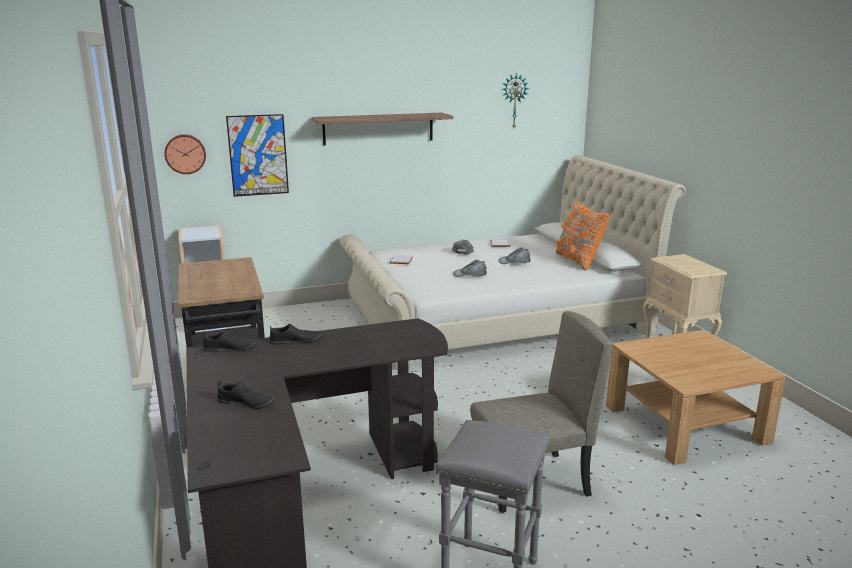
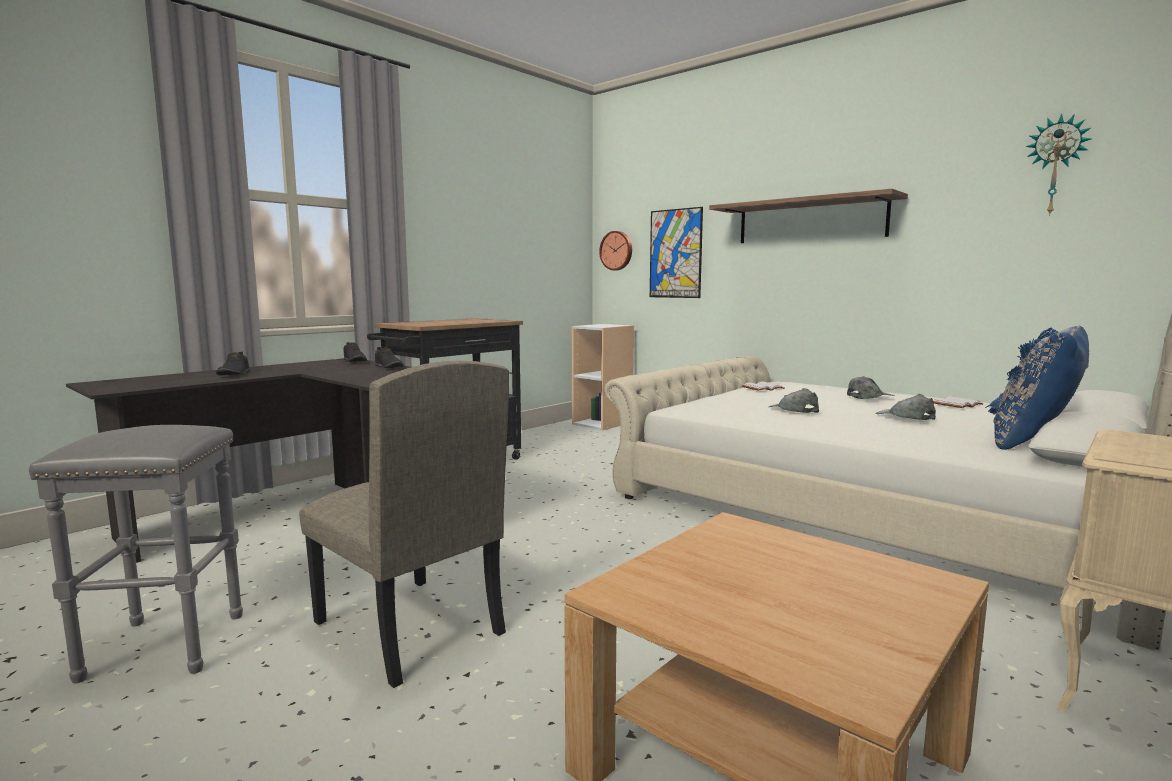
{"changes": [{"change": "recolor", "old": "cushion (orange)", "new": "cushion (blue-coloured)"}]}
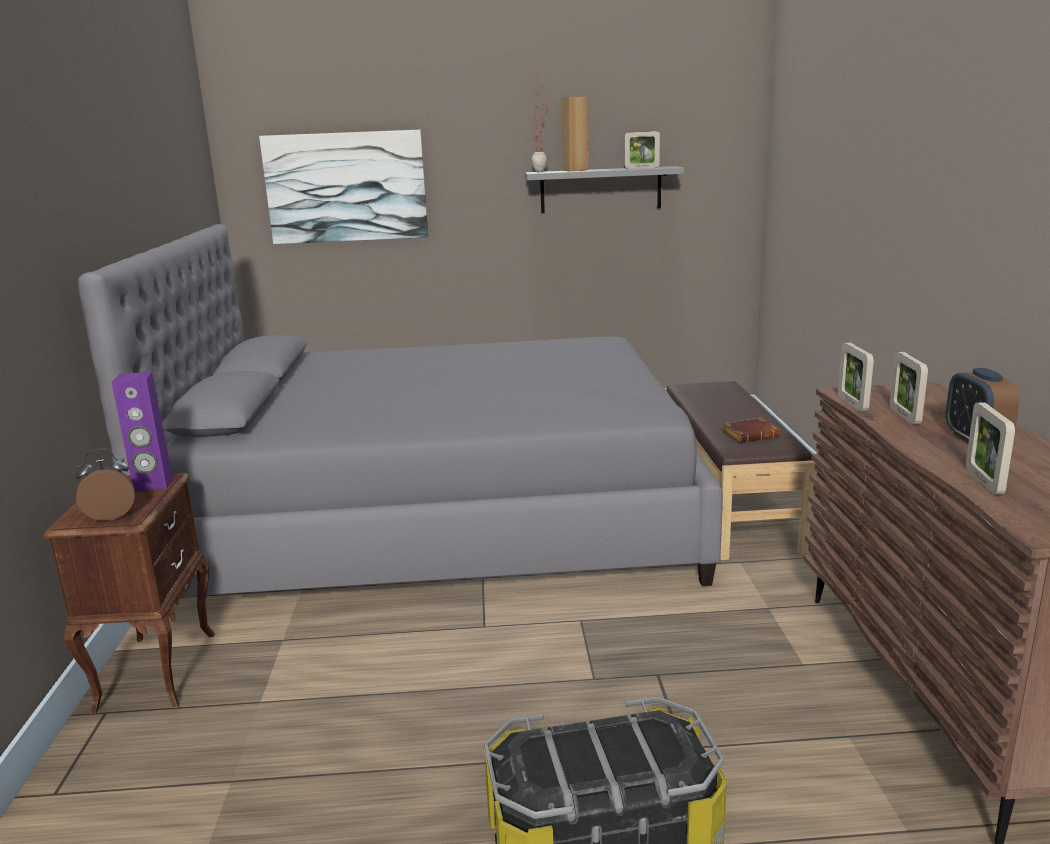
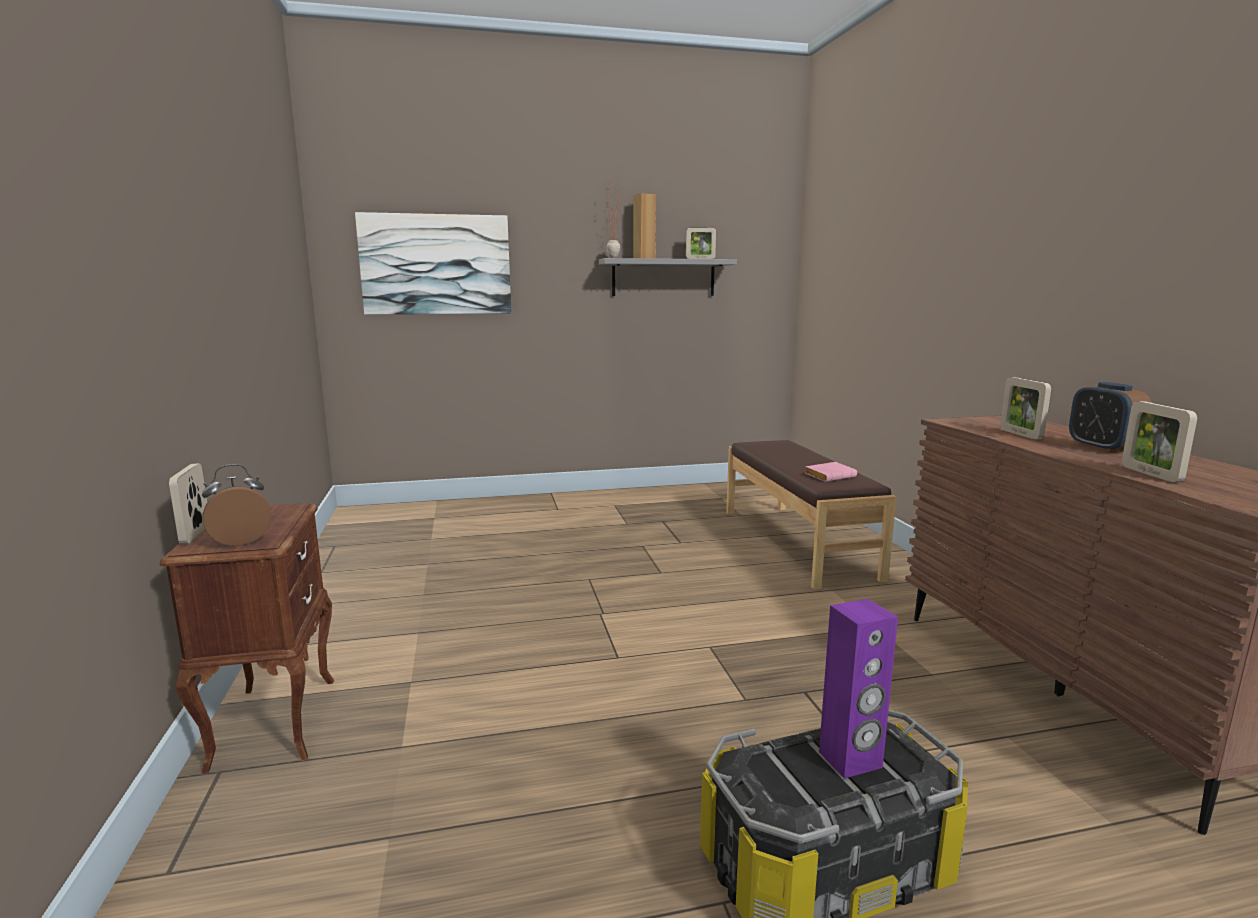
{"changes": [{"change": "delete", "old": "bed (grey)"}, {"change": "move", "old": "photo frame (2nd from left in the first image)", "new": "photo frame (1st from left)"}, {"change": "move", "old": "loudspeaker (purple-coloured)"}, {"change": "recolor", "old": "book (brownish)", "new": "book (pinkish)"}]}
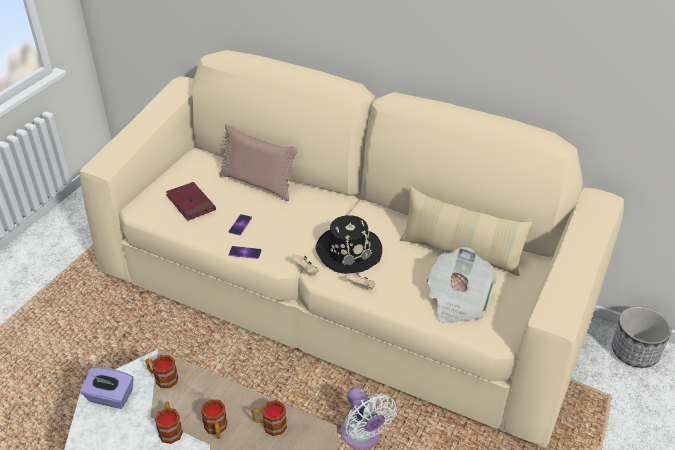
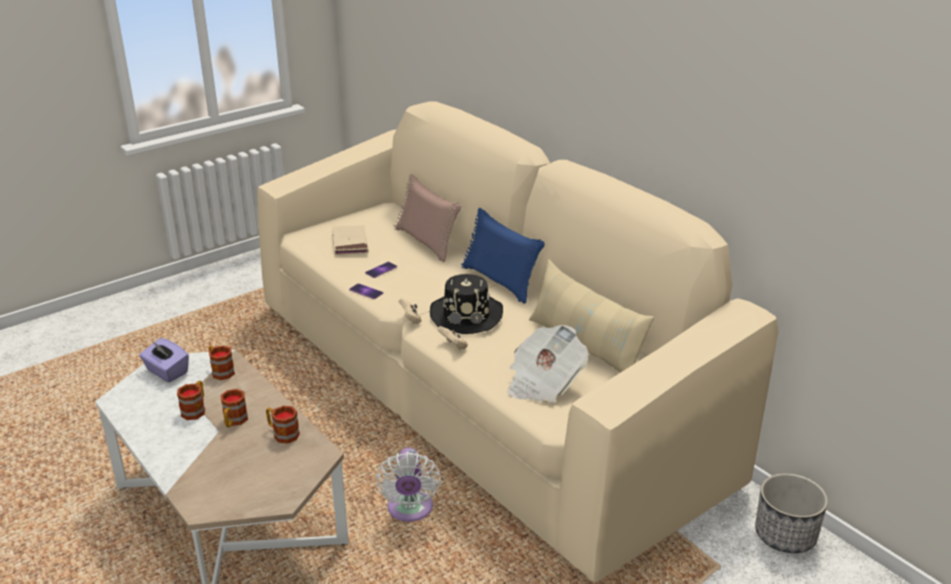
{"changes": [{"change": "recolor", "old": "book (reddish)", "new": "book (beige)"}, {"change": "insert", "new": "cushion (blue-coloured)"}]}
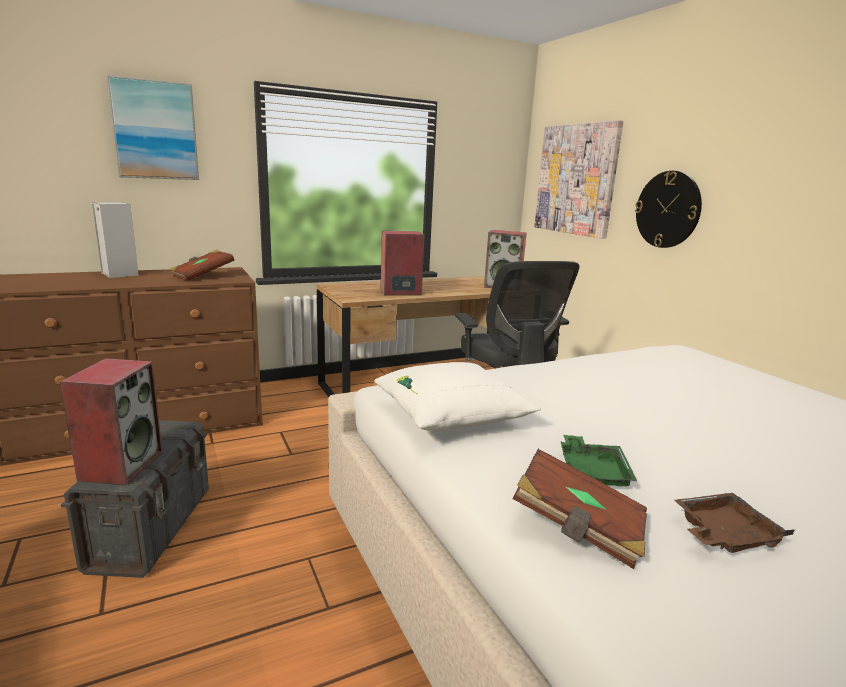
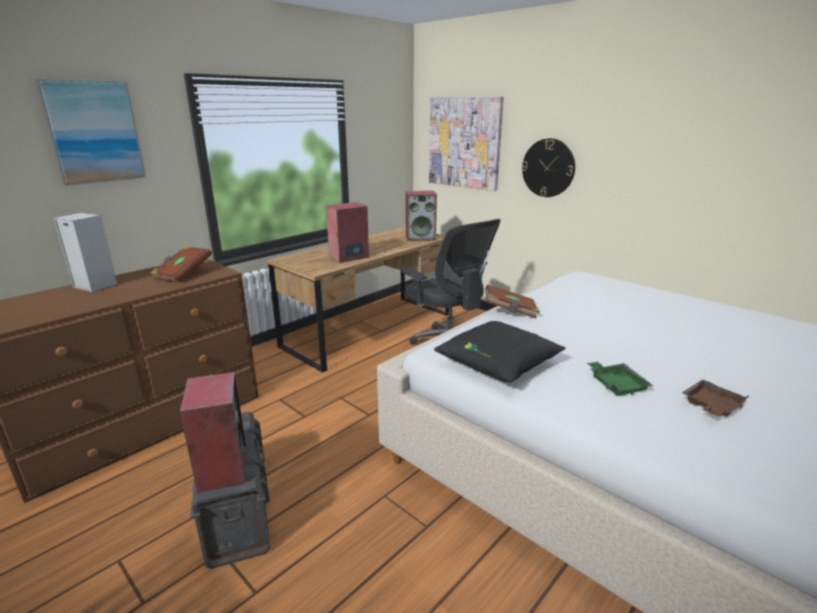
{"changes": [{"change": "recolor", "old": "cushion (white)", "new": "cushion (blackish)"}, {"change": "move", "old": "book (brownish) (2nd from left)"}]}
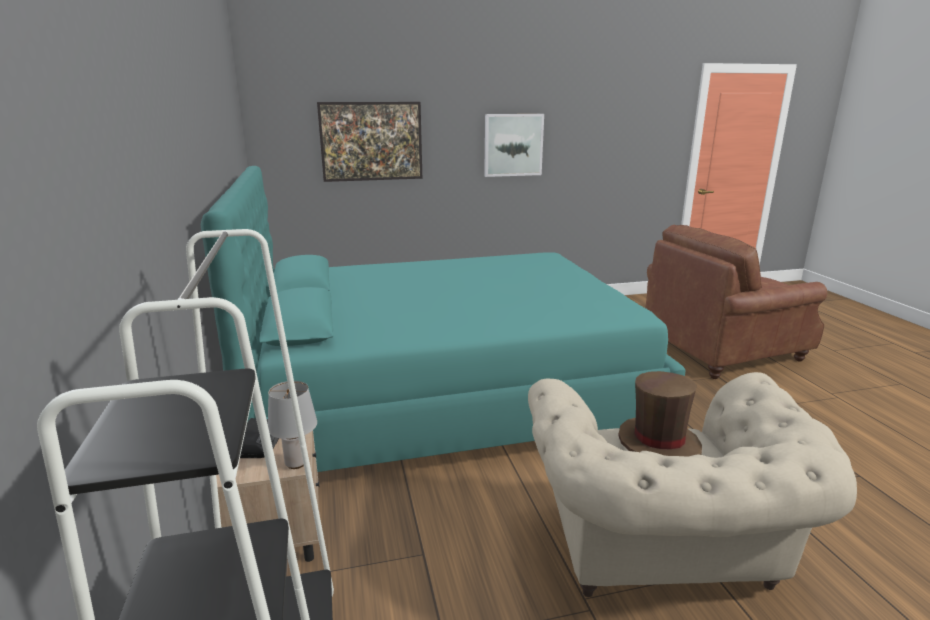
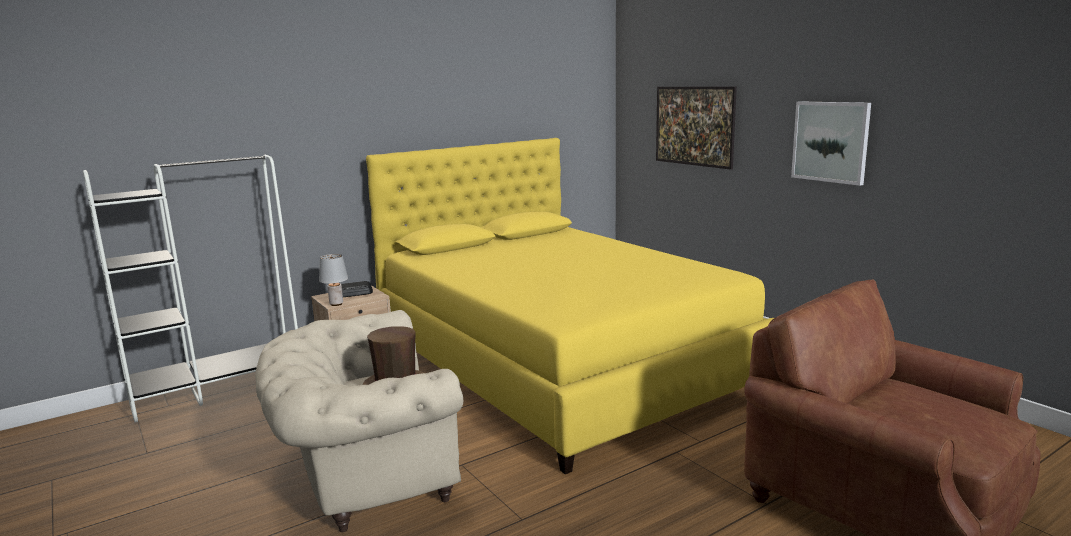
{"changes": [{"change": "recolor", "old": "bed (turquoise-coloured)", "new": "bed (yellow-coloured)"}]}
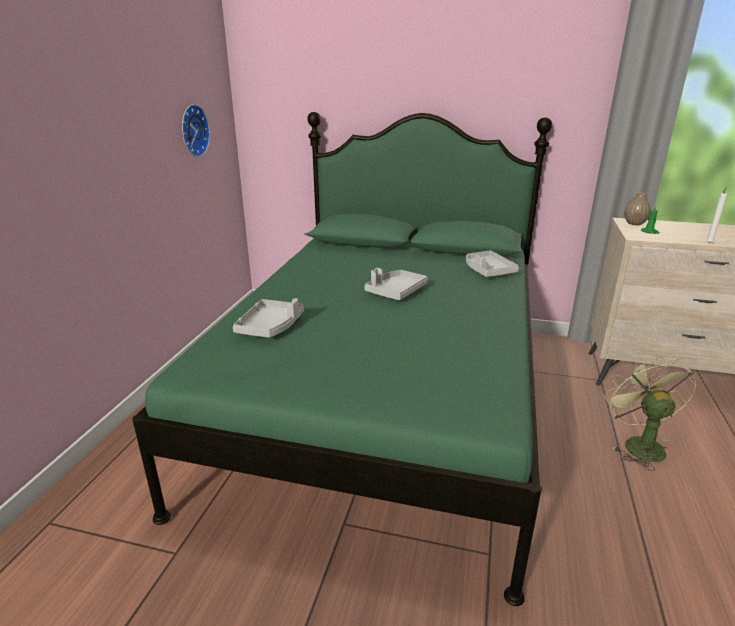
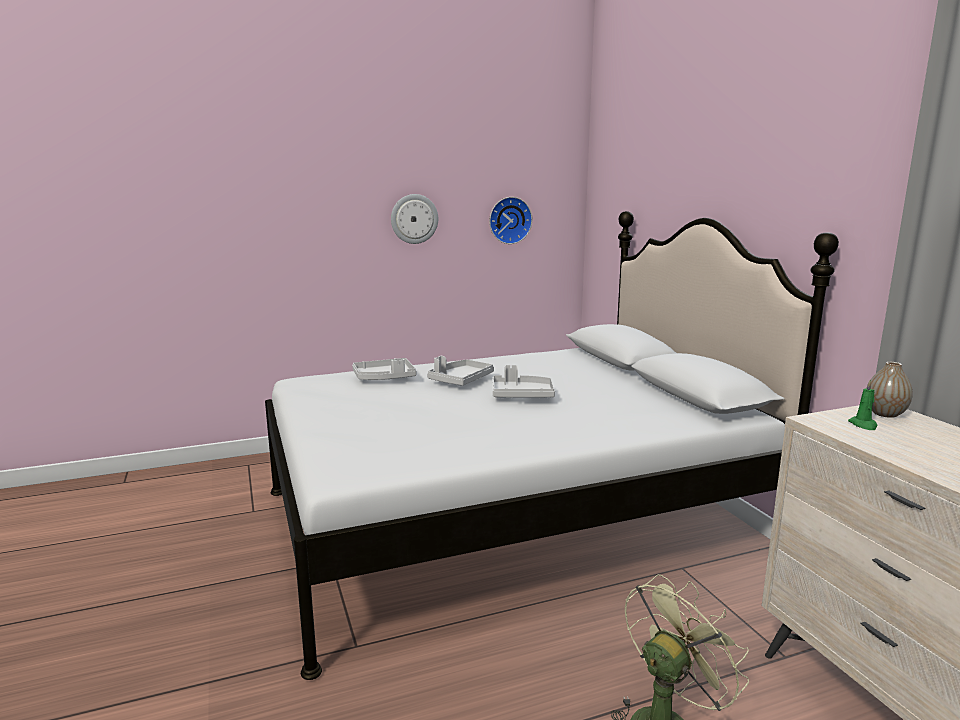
{"changes": [{"change": "recolor", "old": "bed (green)", "new": "bed (white)"}, {"change": "delete", "old": "wax light (white)"}, {"change": "move", "old": "tray (grey) (3rd from left in the first image)", "new": "tray (grey) (2nd from left)"}, {"change": "insert", "new": "wall clock (1st from left)"}]}
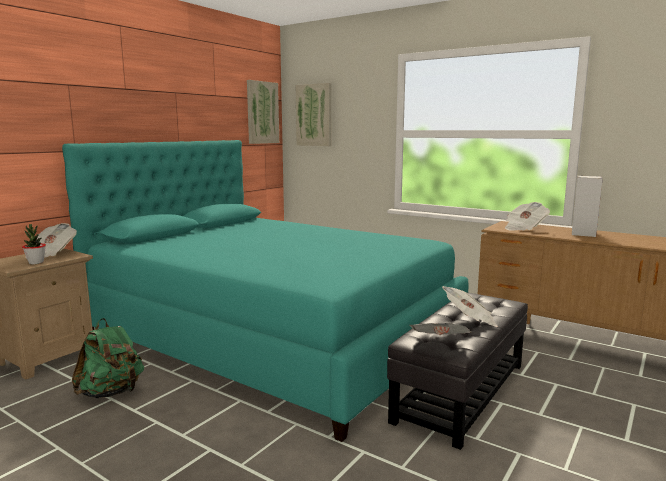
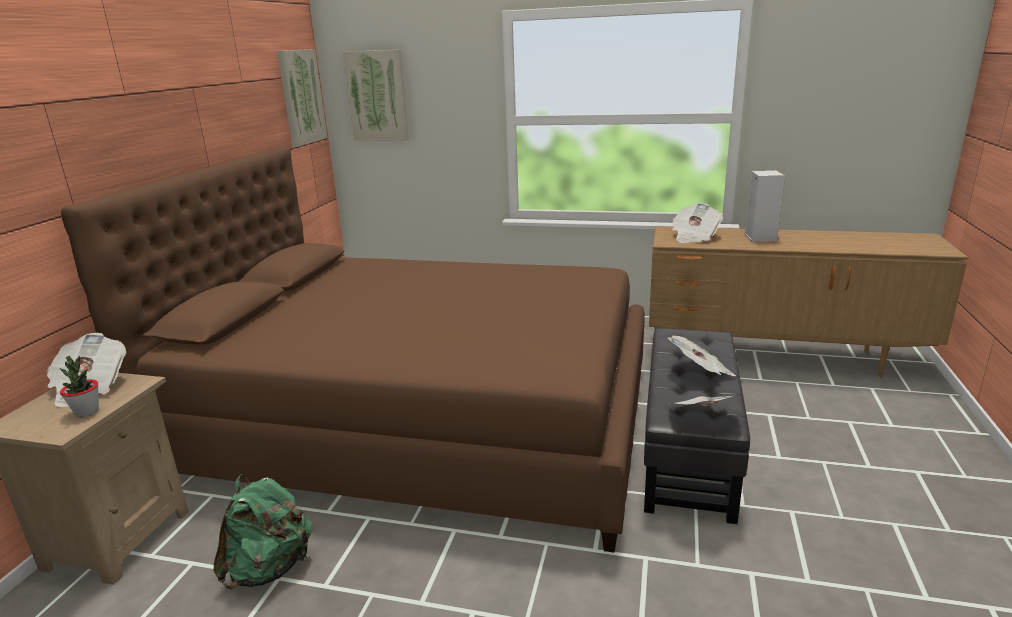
{"changes": [{"change": "recolor", "old": "bed (turquoise-coloured)", "new": "bed (brownish)"}]}
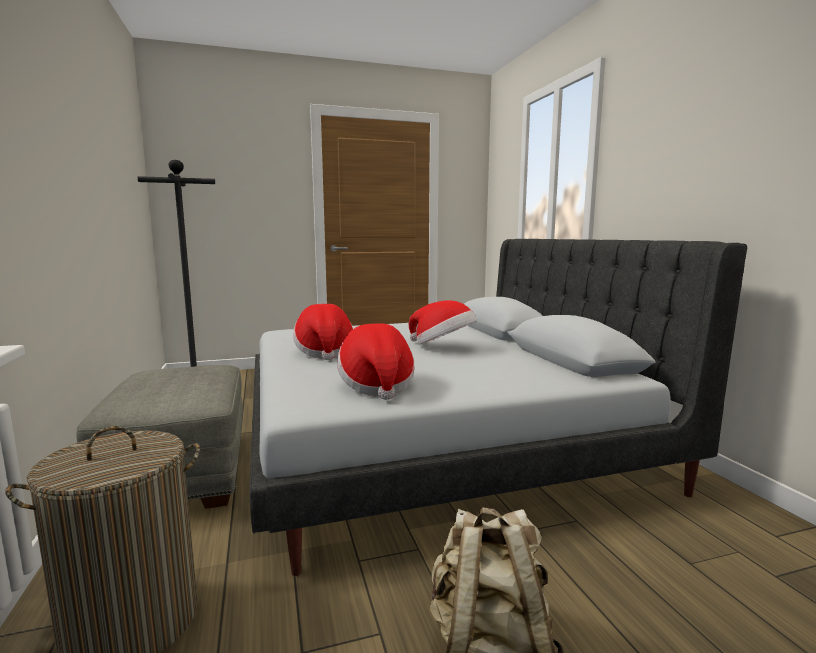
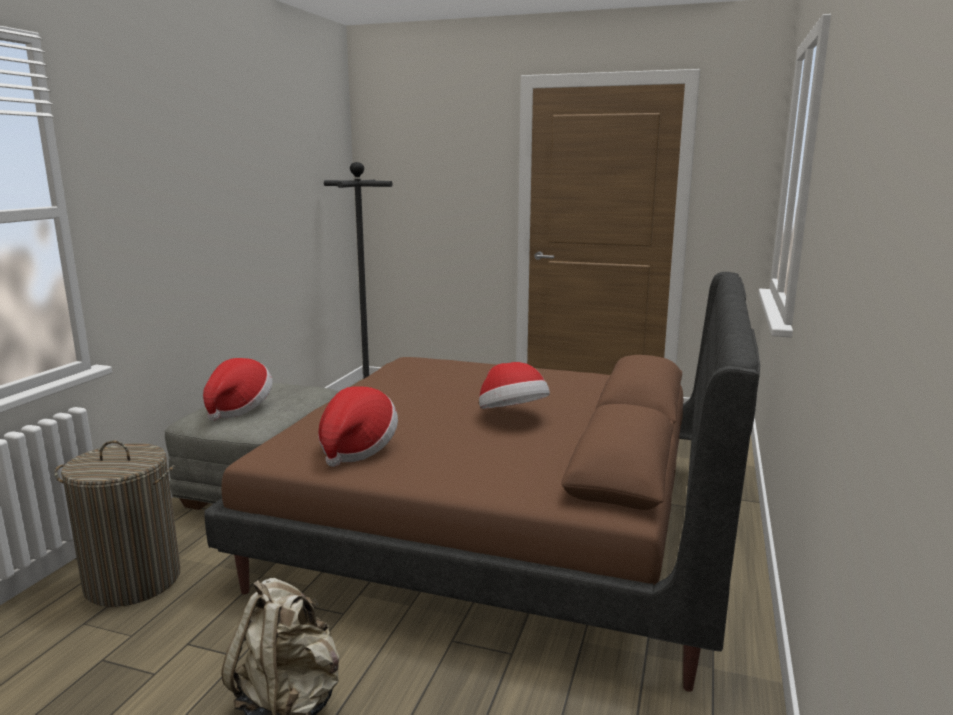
{"changes": [{"change": "recolor", "old": "bed (grey)", "new": "bed (brownish)"}, {"change": "move", "old": "wearable hat (1st from left)"}]}
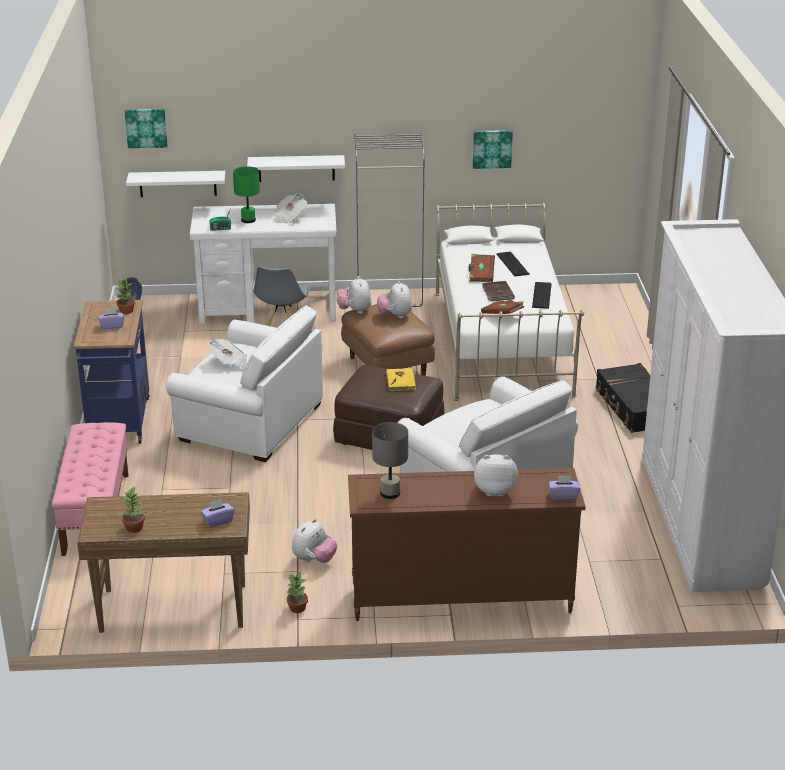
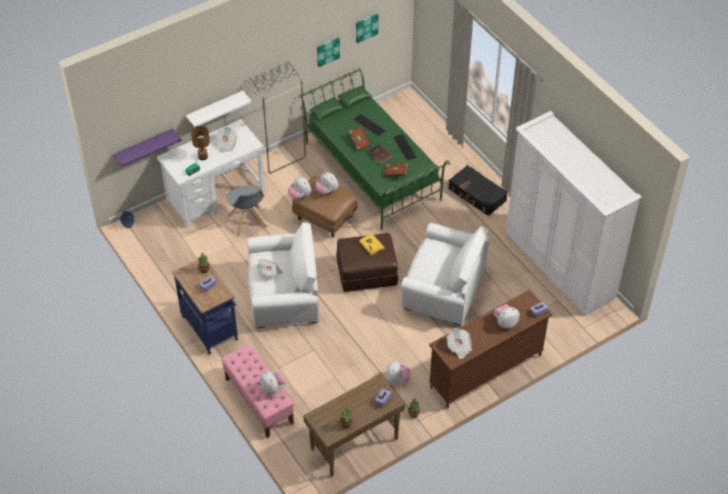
{"changes": [{"change": "move", "old": "wall art (1st from left in the first image)", "new": "wall art (2nd from left)"}, {"change": "recolor", "old": "table lamp (green)", "new": "table lamp (brownish)"}, {"change": "recolor", "old": "shelf (white) (1st from left)", "new": "shelf (purple-coloured)"}, {"change": "recolor", "old": "bed (white)", "new": "bed (green)"}, {"change": "replace", "old": "table lamp (grey)", "new": "newspaper (3rd from left)"}, {"change": "insert", "new": "plush toy (1st from left)"}]}
